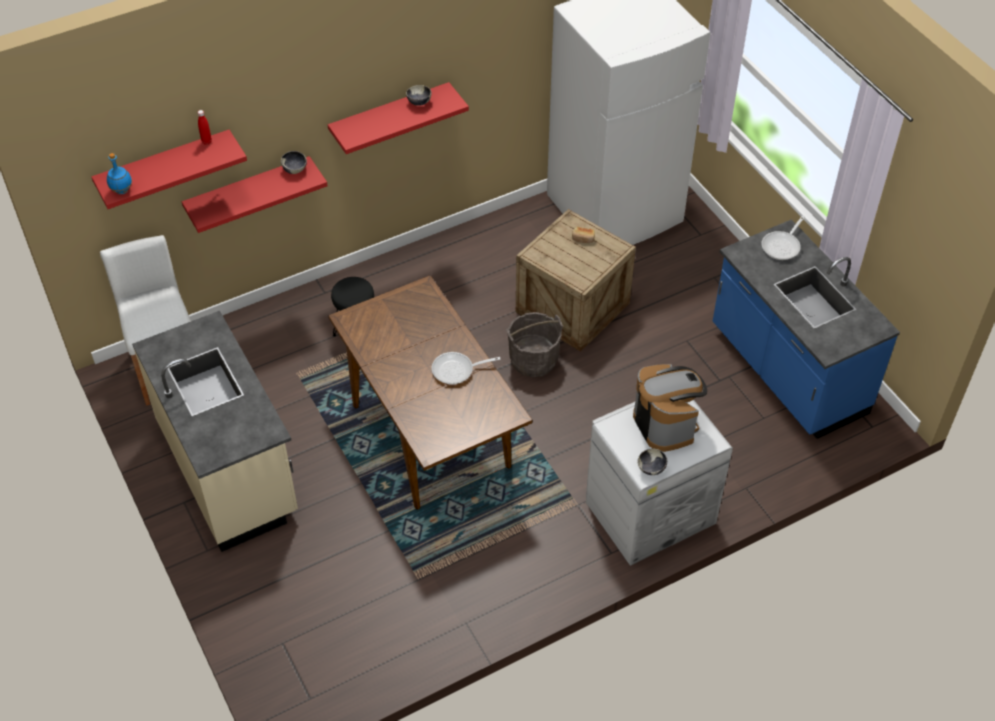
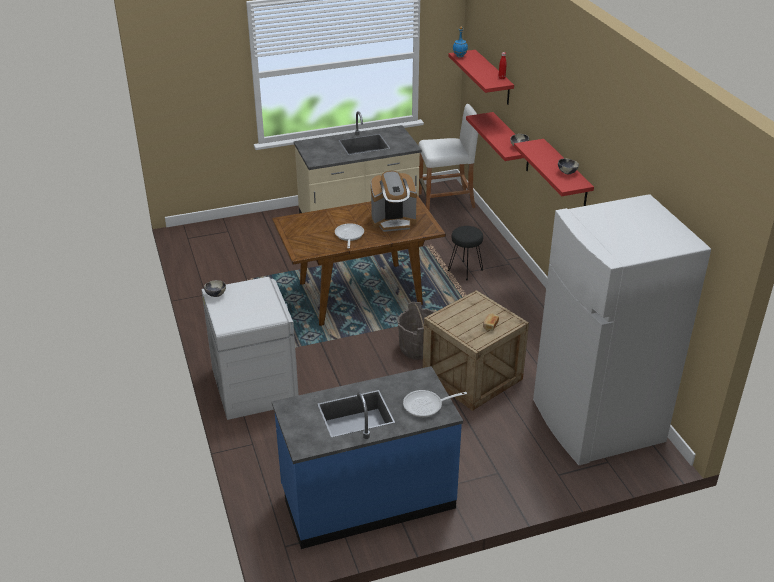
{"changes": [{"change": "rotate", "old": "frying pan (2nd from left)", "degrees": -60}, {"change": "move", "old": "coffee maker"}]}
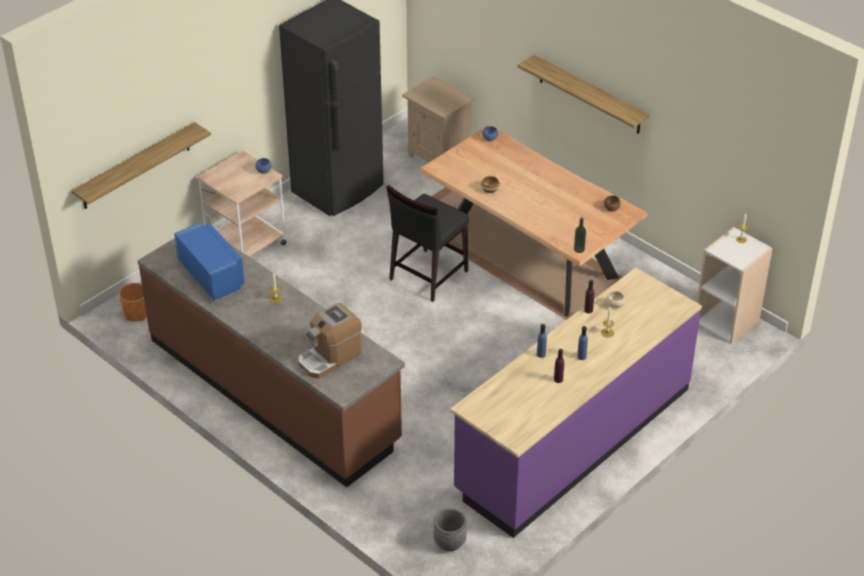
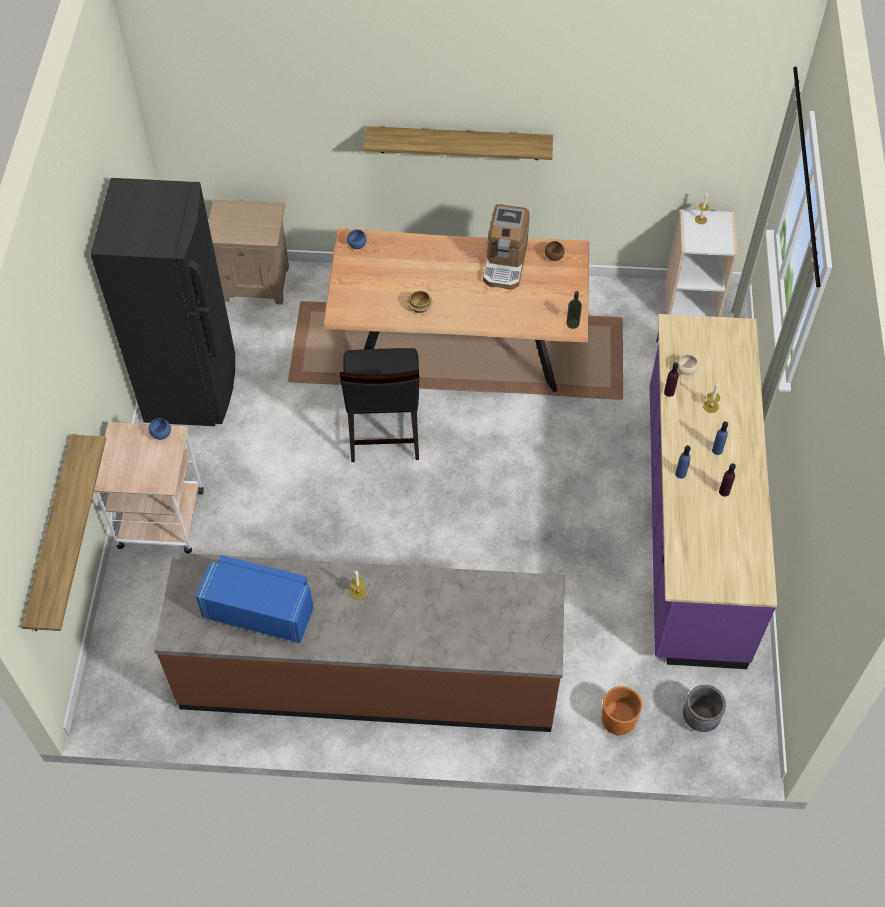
{"changes": [{"change": "move", "old": "plant pot (orange)"}, {"change": "move", "old": "coffee maker"}]}
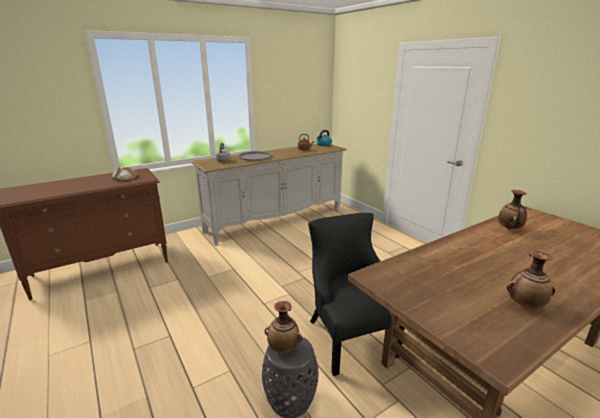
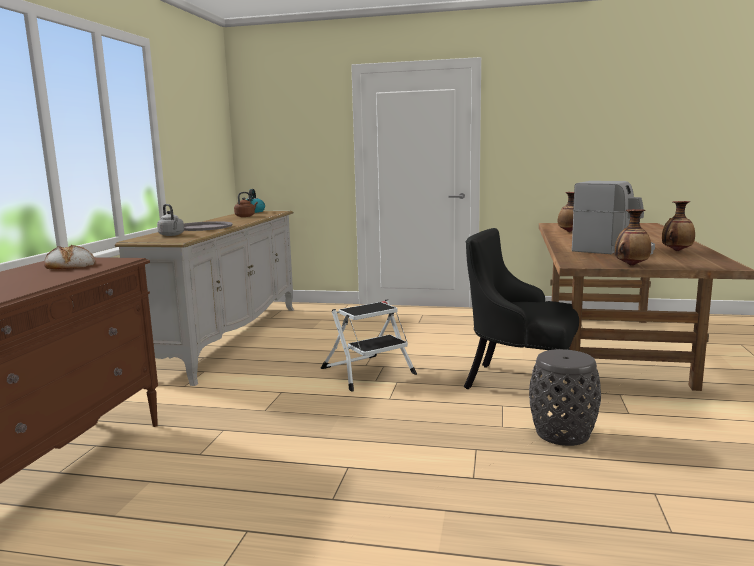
{"changes": [{"change": "move", "old": "flower vase (1st from left in the first image)", "new": "flower vase (2nd from left)"}, {"change": "insert", "new": "coffee maker"}, {"change": "insert", "new": "step ladder"}]}
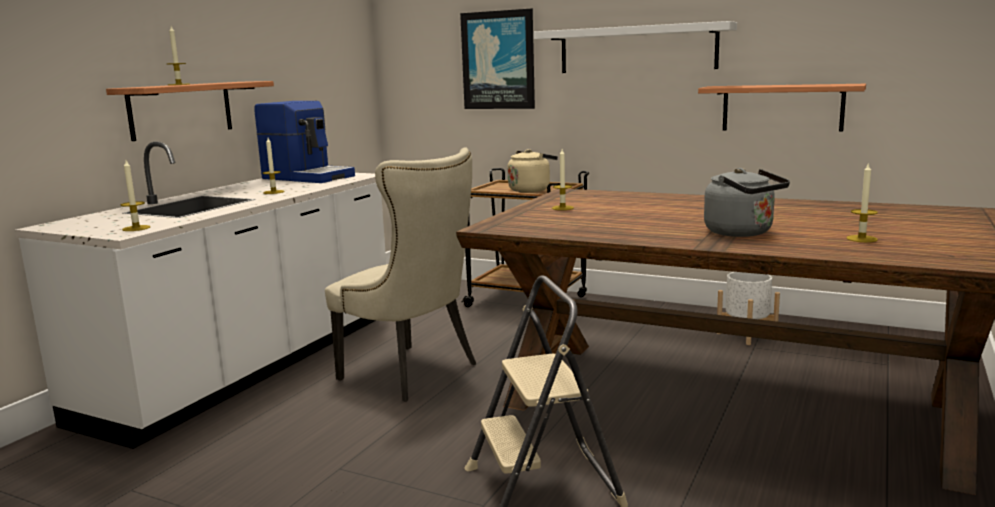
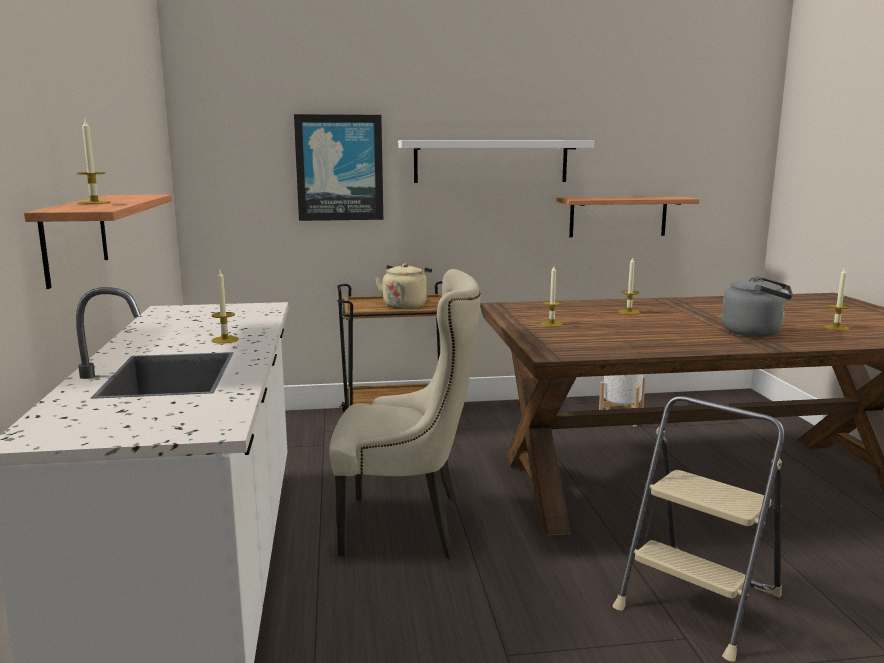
{"changes": [{"change": "delete", "old": "coffee maker"}, {"change": "move", "old": "wax light (1st from left in the first image)", "new": "wax light (4th from left)"}]}
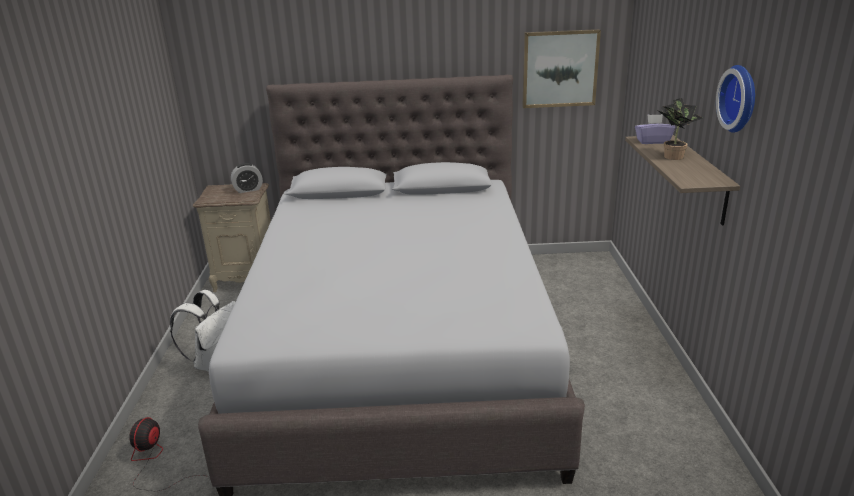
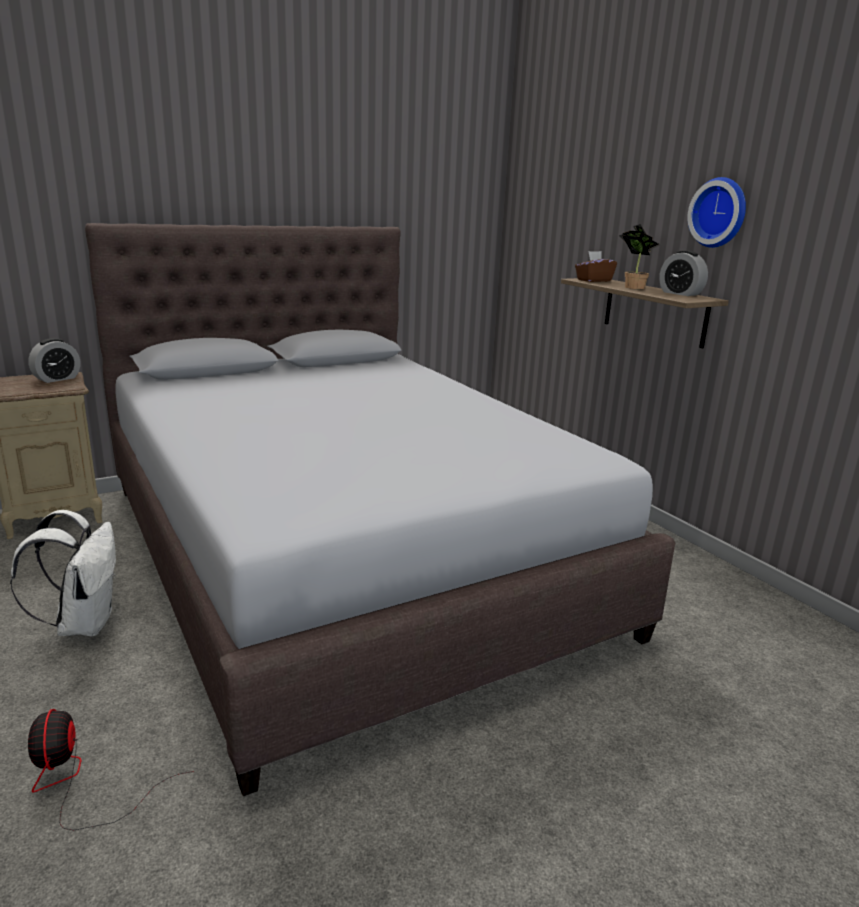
{"changes": [{"change": "delete", "old": "wall art"}, {"change": "recolor", "old": "box of tissues (purple-coloured)", "new": "box of tissues (brownish)"}, {"change": "insert", "new": "alarm clock (2nd from left)"}]}
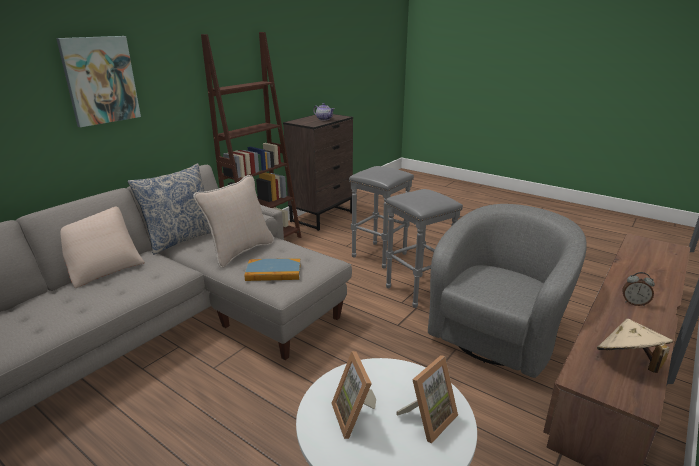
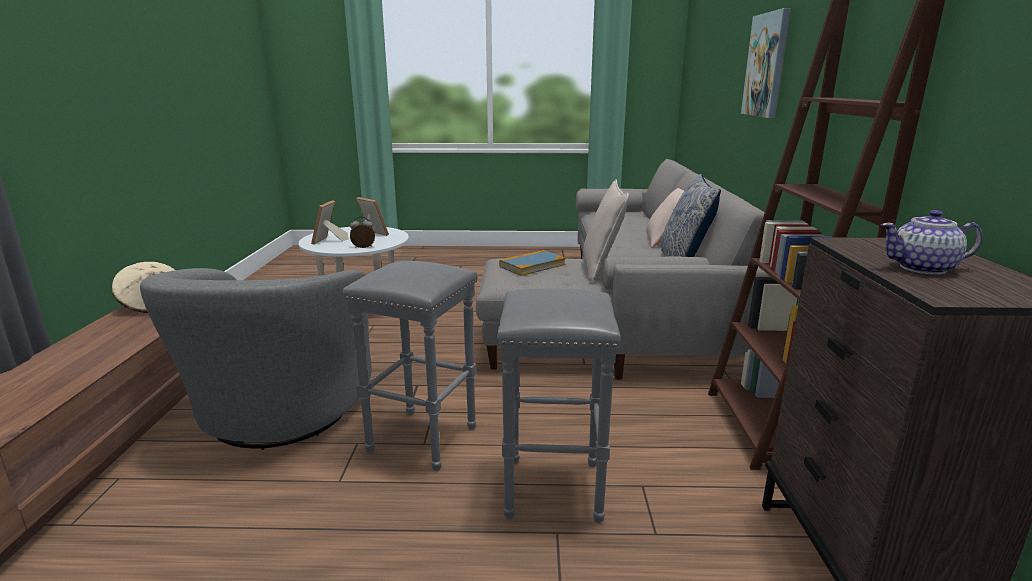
{"changes": [{"change": "move", "old": "alarm clock"}]}
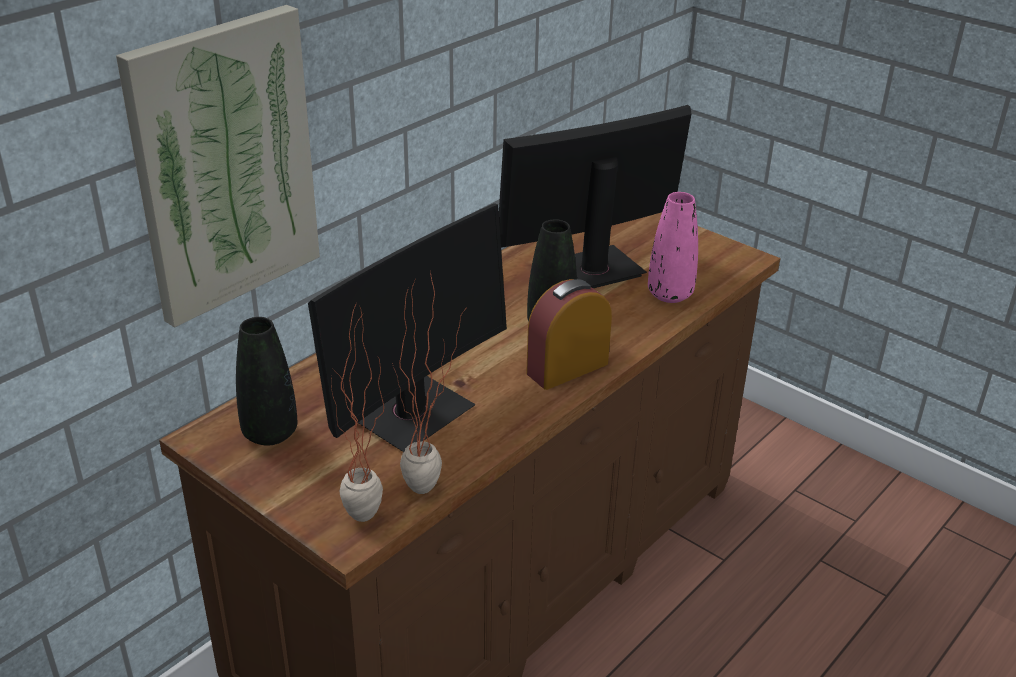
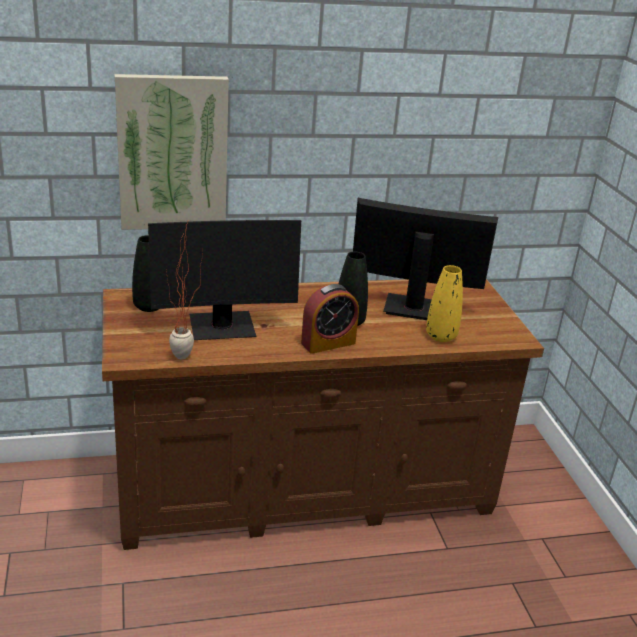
{"changes": [{"change": "recolor", "old": "flower vase (pinkish)", "new": "flower vase (yellow-coloured)"}, {"change": "rotate", "old": "alarm clock", "degrees": 150}, {"change": "delete", "old": "houseplant (1st from left)"}]}
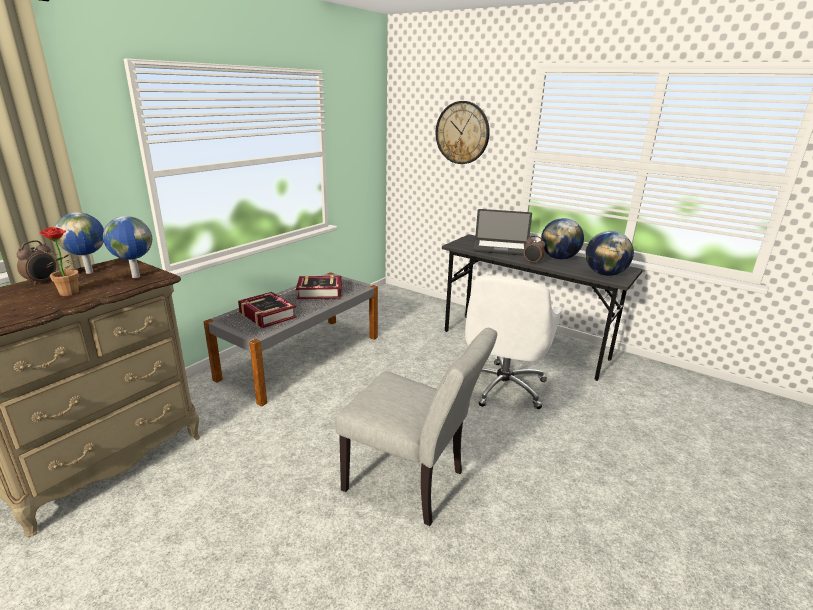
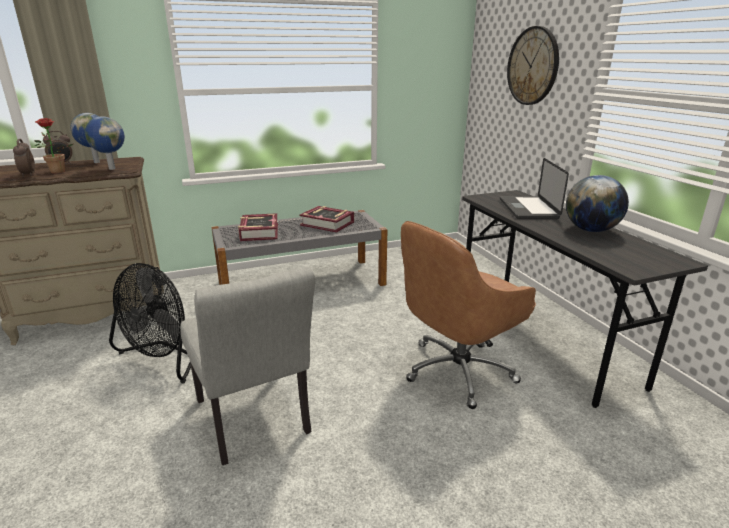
{"changes": [{"change": "rotate", "old": "laptop", "degrees": 45}, {"change": "delete", "old": "world globe (4th from left)"}, {"change": "move", "old": "alarm clock (2nd from left in the first image)", "new": "alarm clock (1st from left)"}, {"change": "recolor", "old": "desk chair (white)", "new": "desk chair (brownish)"}, {"change": "insert", "new": "cooling fan (blackish)"}]}
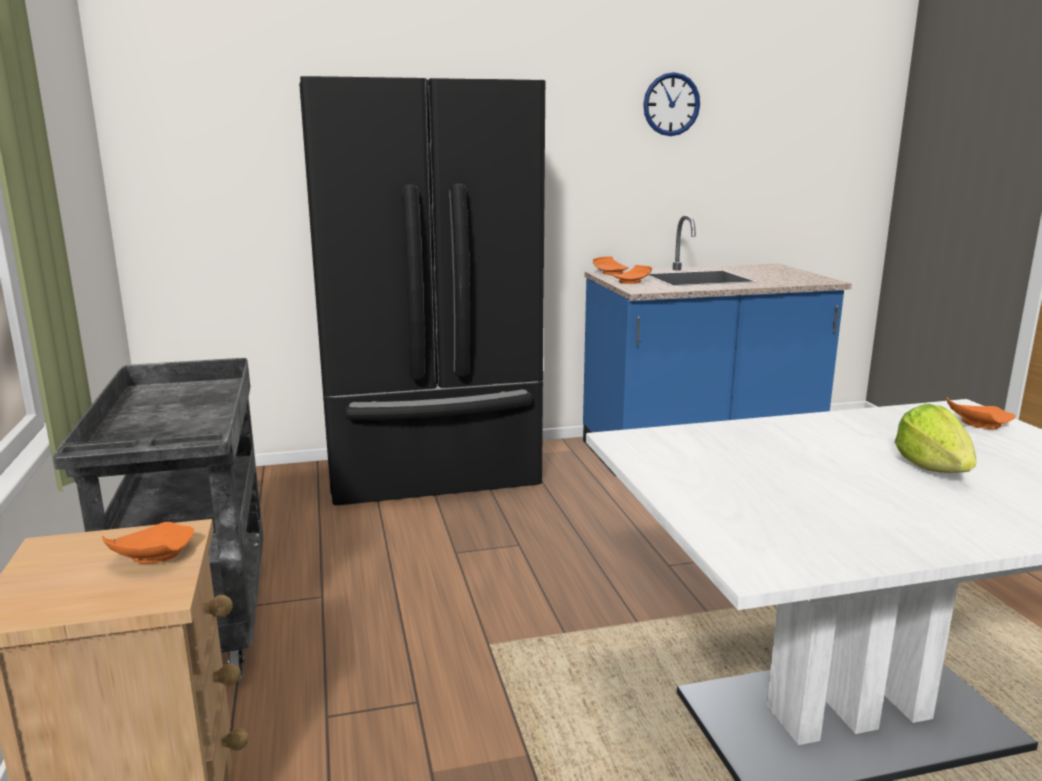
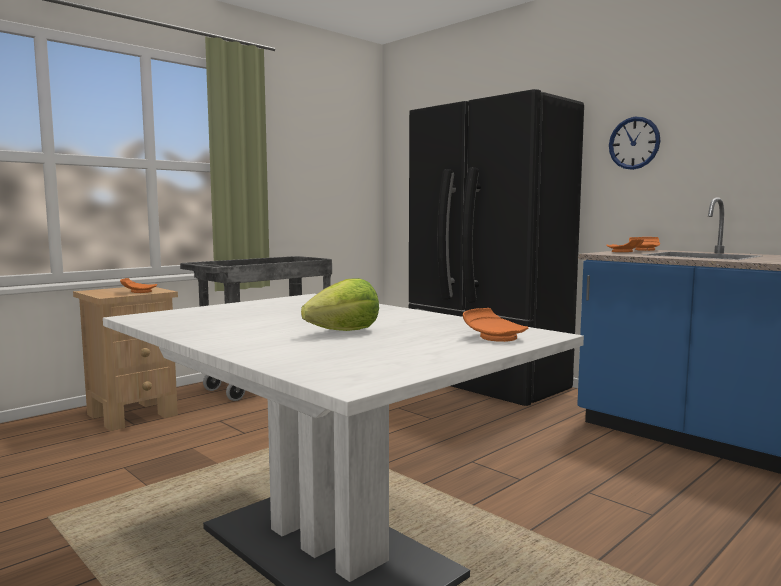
{"changes": [{"change": "move", "old": "wall clock"}]}
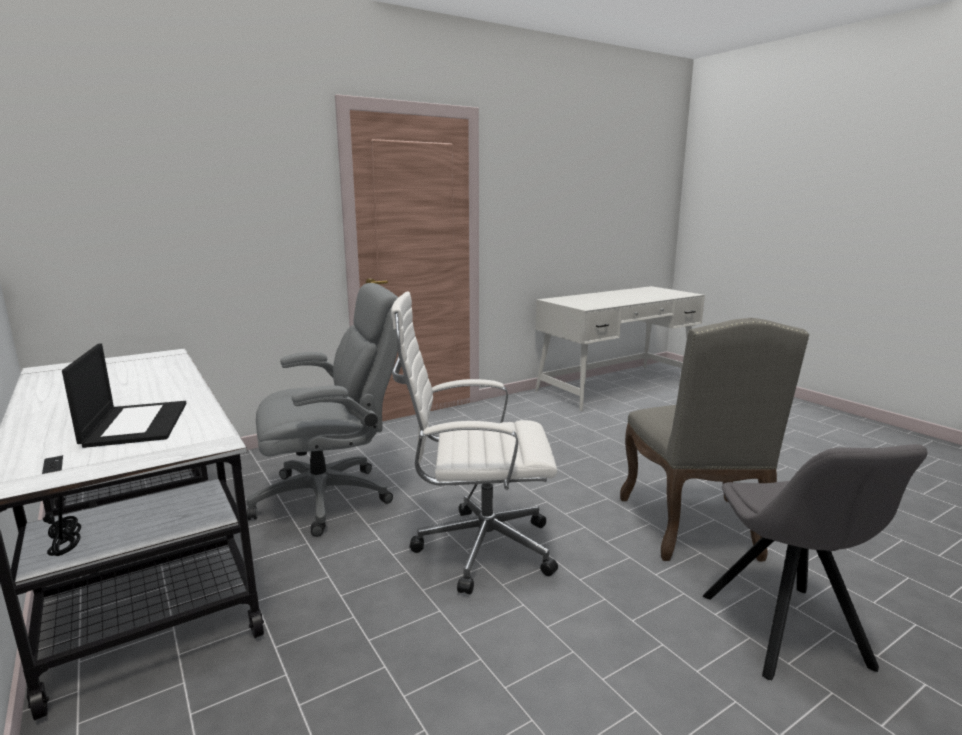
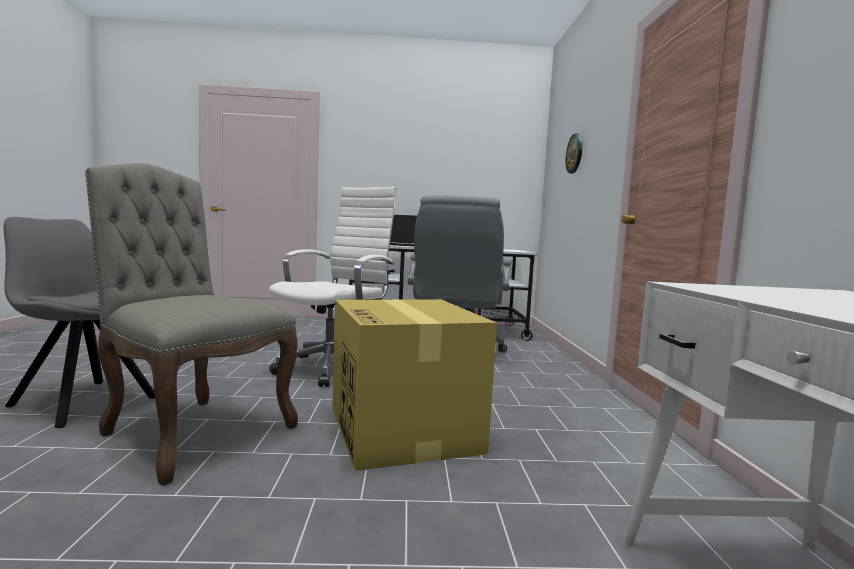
{"changes": [{"change": "insert", "new": "wall clock"}, {"change": "insert", "new": "carton"}]}
